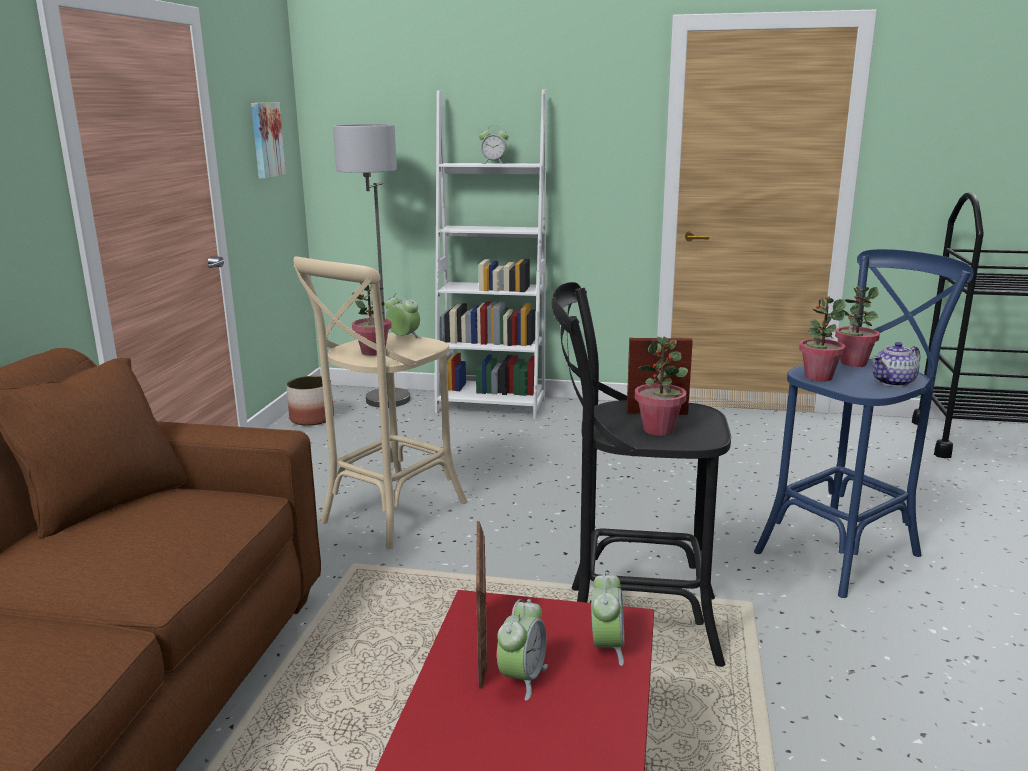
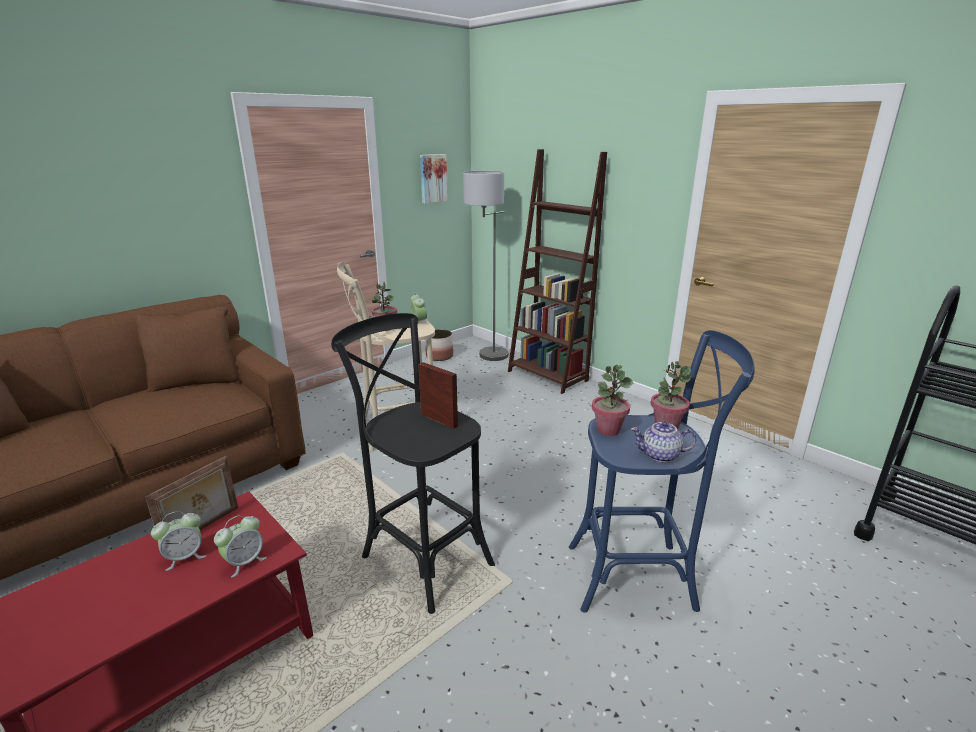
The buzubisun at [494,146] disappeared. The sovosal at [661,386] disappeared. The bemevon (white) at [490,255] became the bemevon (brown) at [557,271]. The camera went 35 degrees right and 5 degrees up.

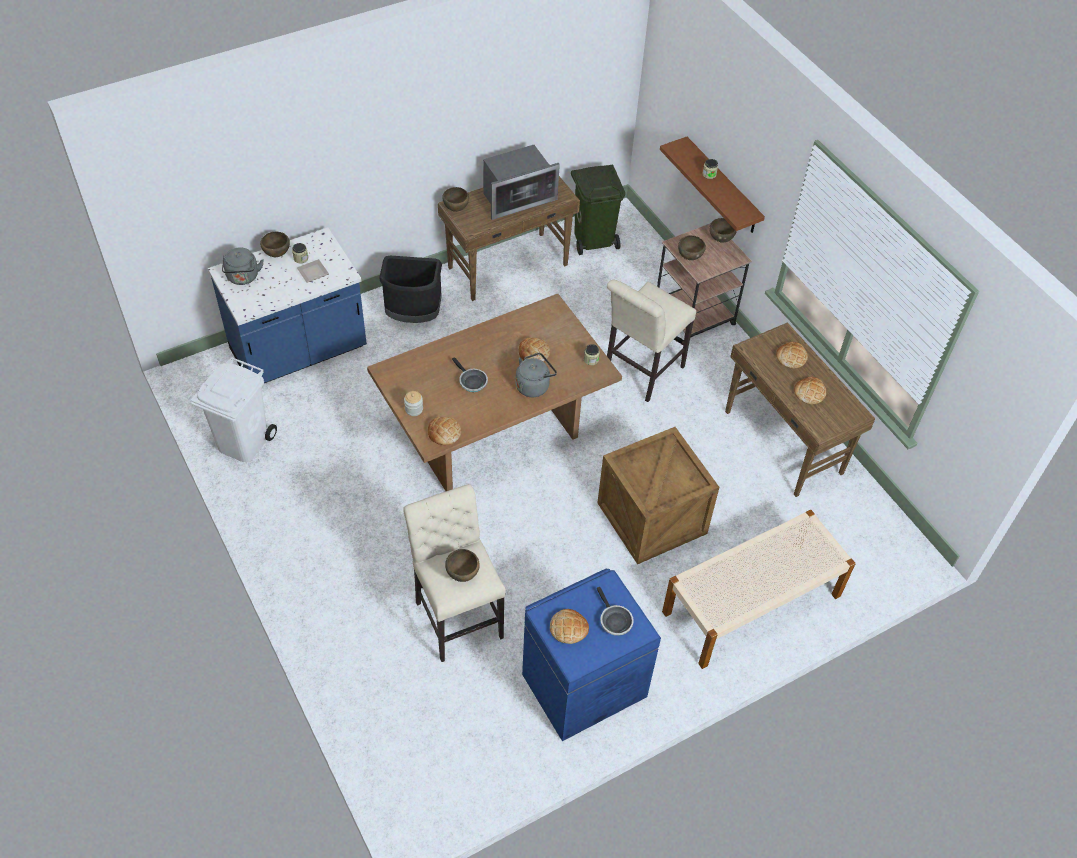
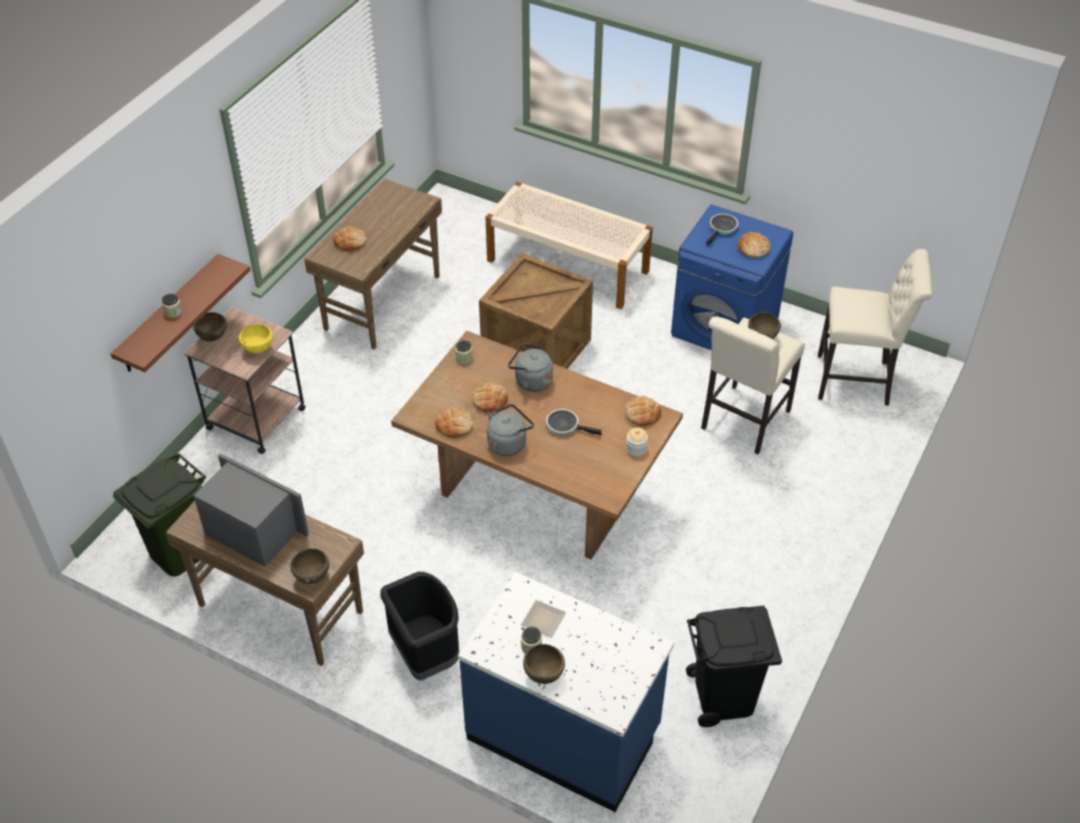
The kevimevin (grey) moved from [243,266] to [510,430]. The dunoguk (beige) moved from [651,341] to [875,327]. The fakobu moved from [810,390] to [454,423]. The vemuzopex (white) at [234,409] became the vemuzopex (black) at [734,666]. The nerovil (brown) at [692,247] became the nerovil (yellow) at [256,338]. The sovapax at [470,374] turned 90 degrees counterclockwise. The camera went 120 degrees left and 5 degrees down.

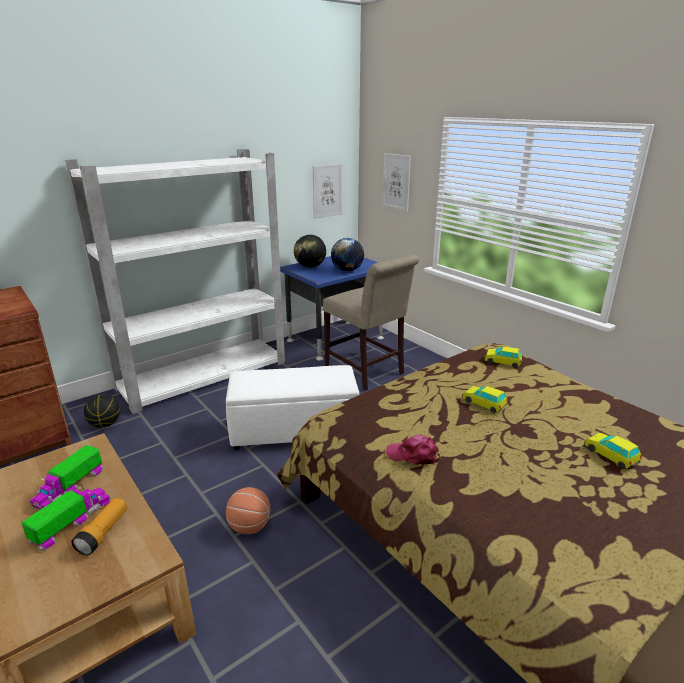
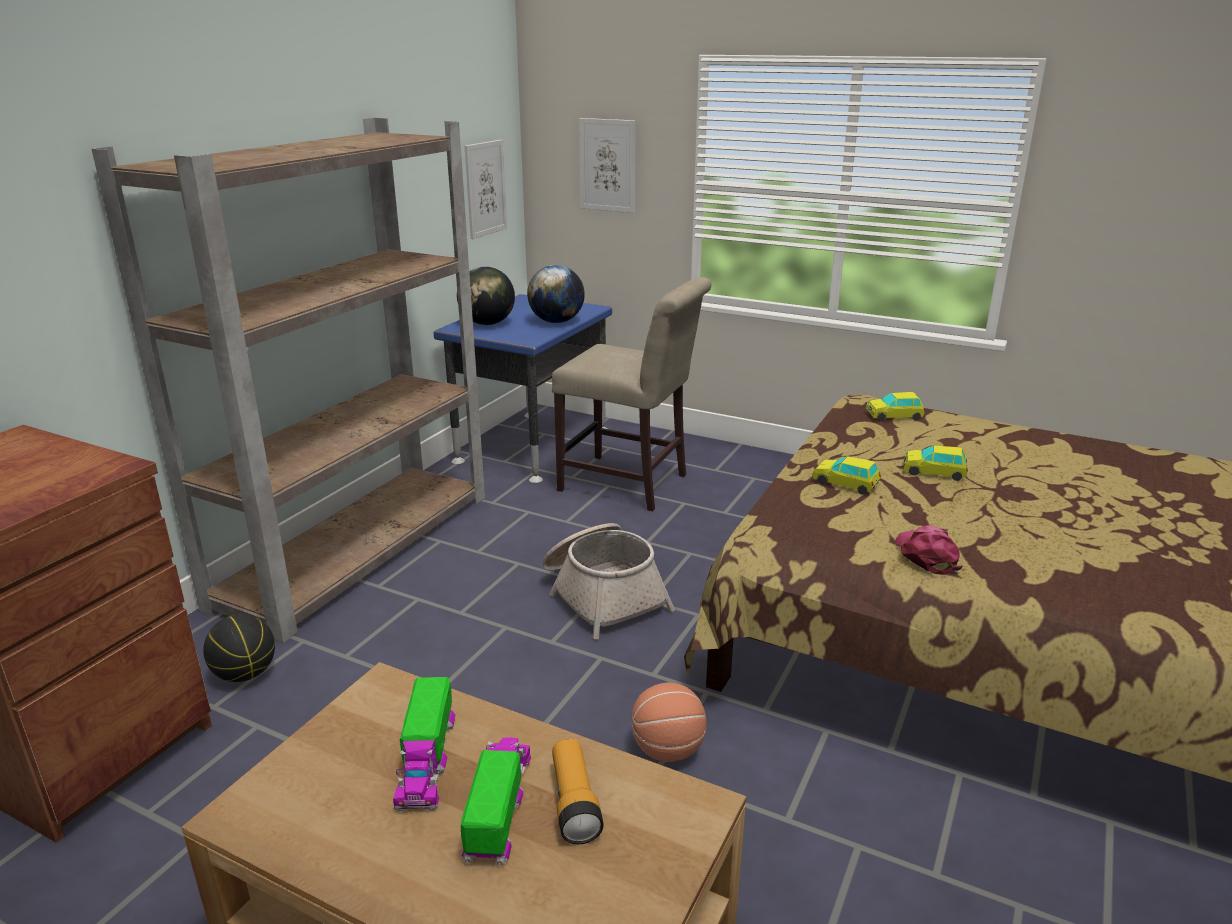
The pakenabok moved from [613,450] to [846,475]. The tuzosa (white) at [292,407] was replaced by the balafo at [609,581]. The bemevon (white) at [175,281] became the bemevon (brown) at [288,380]. The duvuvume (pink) at [413,449] turned 90 degrees clockwise. The camera went 25 degrees left and 0 degrees up.

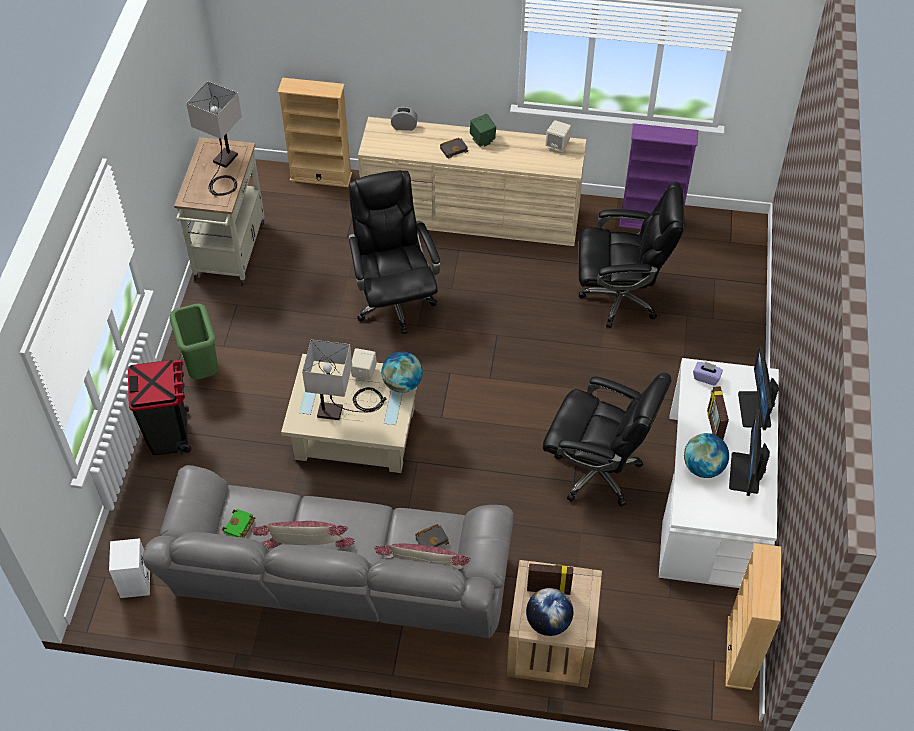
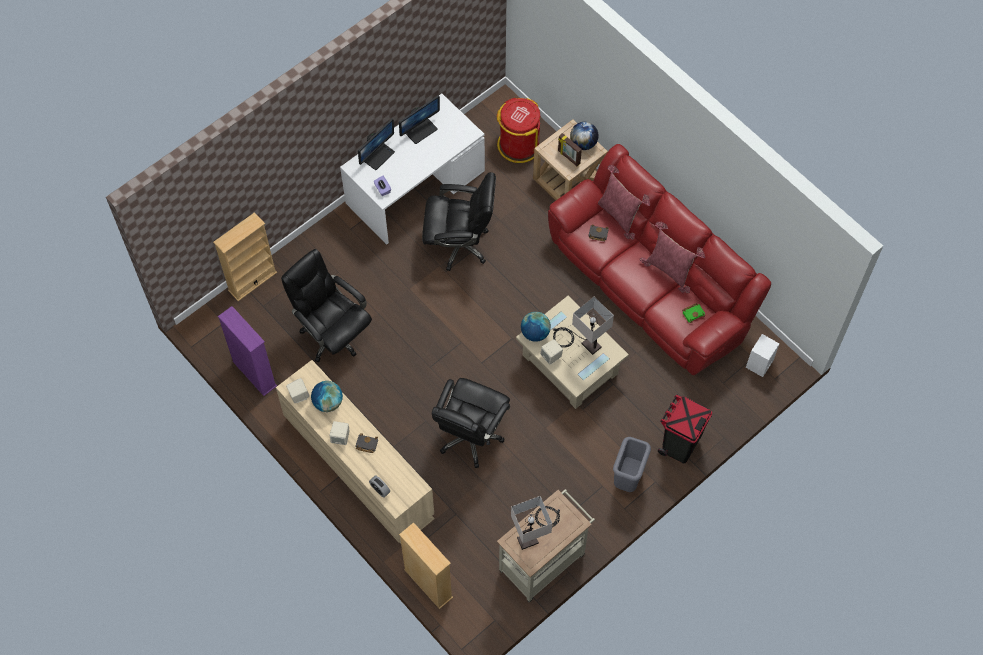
The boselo at [718,413] disappeared. The vemuzopex (red) at [518,130] appeared. The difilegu moved from [706,455] to [327,396]. The bemevon (beige) moved from [753,616] to [245,256]. The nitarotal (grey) at [328,551] became the nitarotal (red) at [659,259]. The vemuzopex (green) at [193,341] became the vemuzopex (grey) at [632,464]. The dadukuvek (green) at [483,130] became the dadukuvek (beige) at [339,433]. The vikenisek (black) at [607,439] turned 120 degrees clockwise. The camera went 140 degrees left and 10 degrees up.

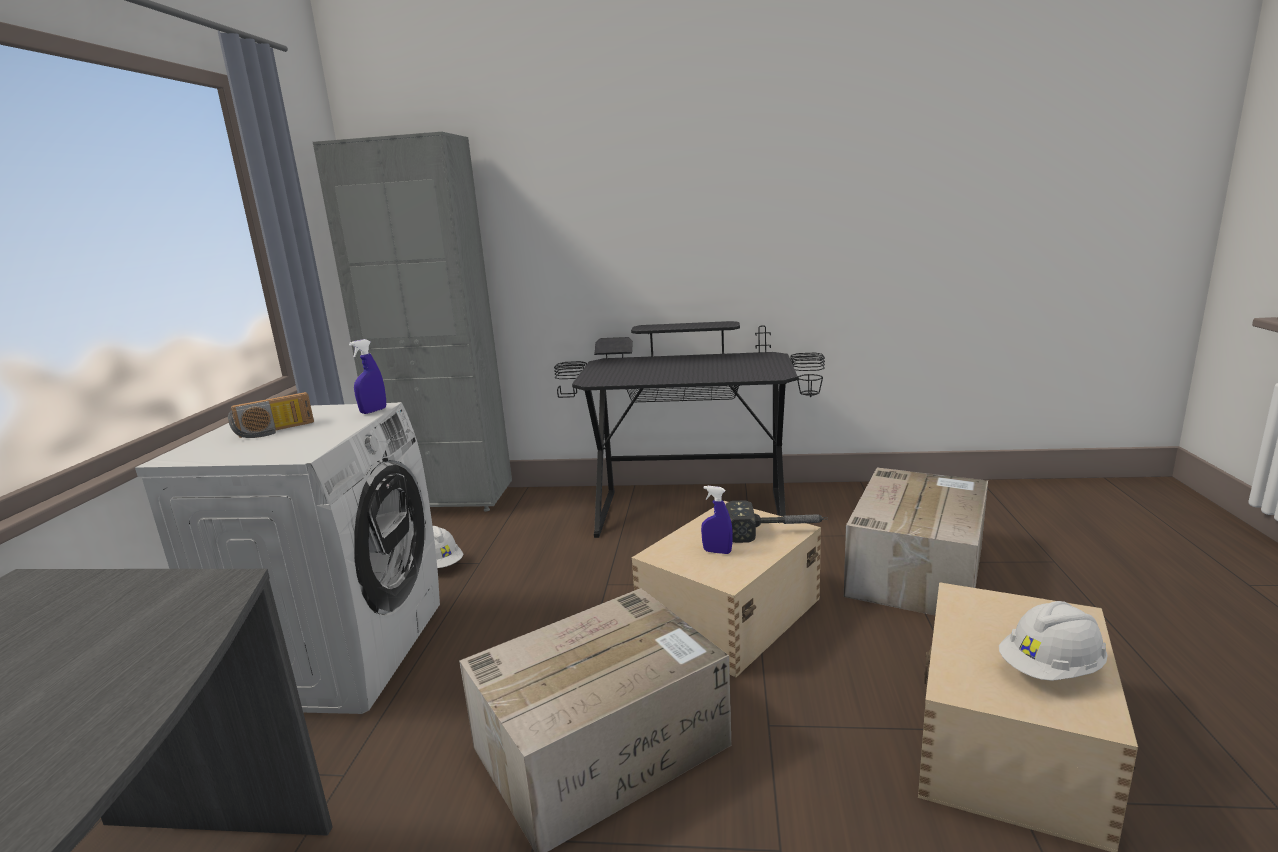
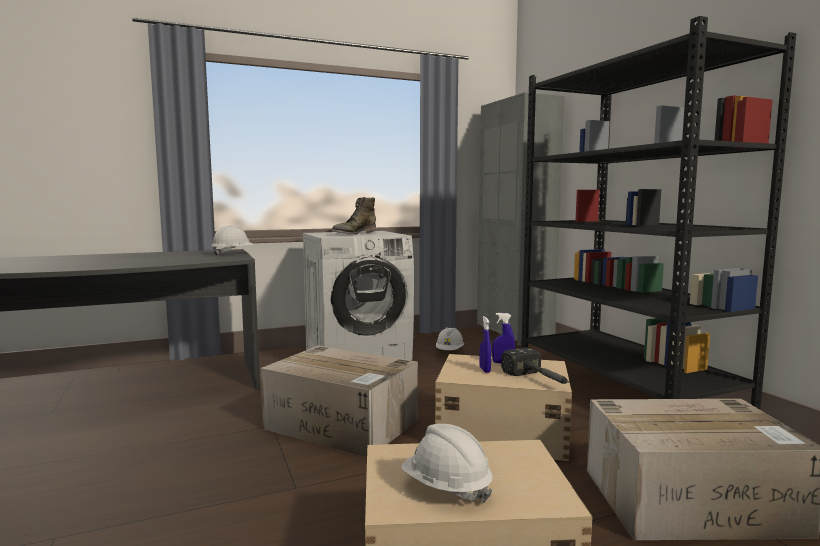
The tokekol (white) at [232,240] appeared. The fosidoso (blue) moved from [367,376] to [503,338]. The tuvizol at [271,415] was replaced by the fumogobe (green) at [353,216]. The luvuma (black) at [689,429] was replaced by the bemevon (black) at [658,212]. The camera went 60 degrees right and 10 degrees down.

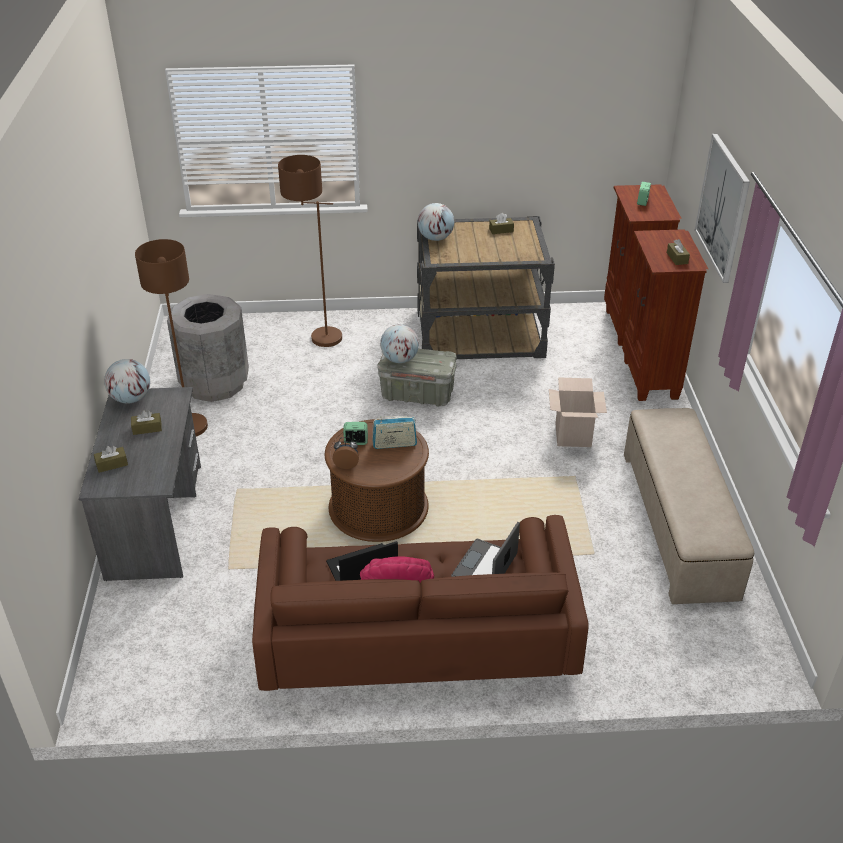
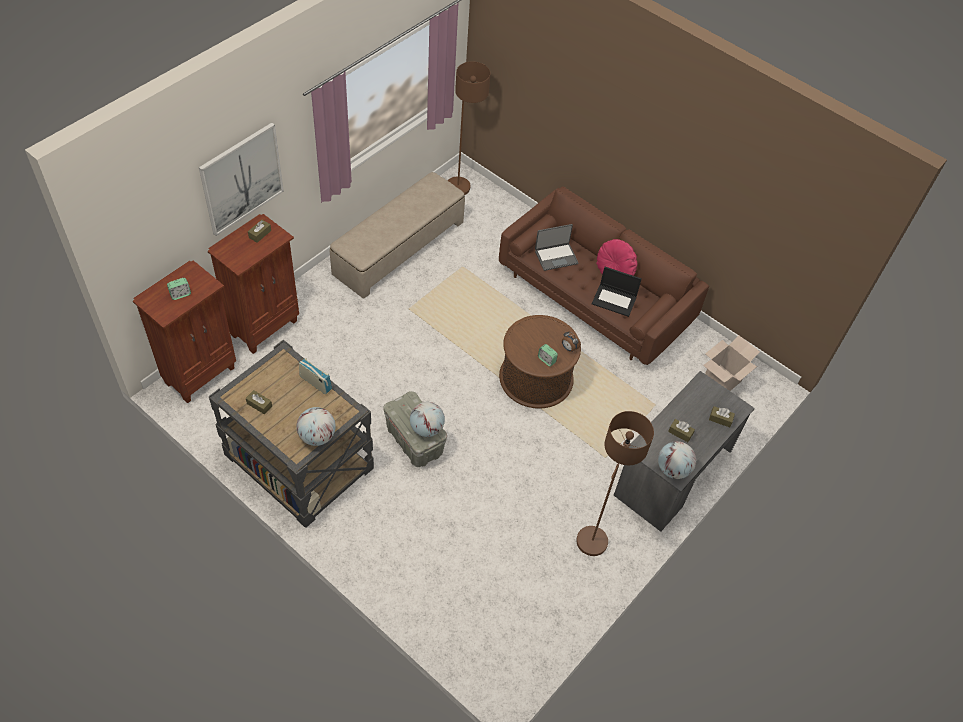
The vemuzopex (grey) at [208,348] disappeared. The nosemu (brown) moved from [310,251] to [469,128]. The tuvizol moved from [394,432] to [315,376]. The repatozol moved from [578,412] to [731,363]. The camera went 140 degrees left and 15 degrees up.

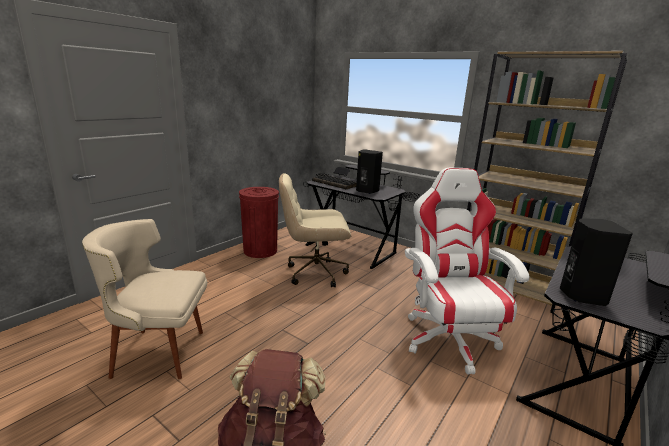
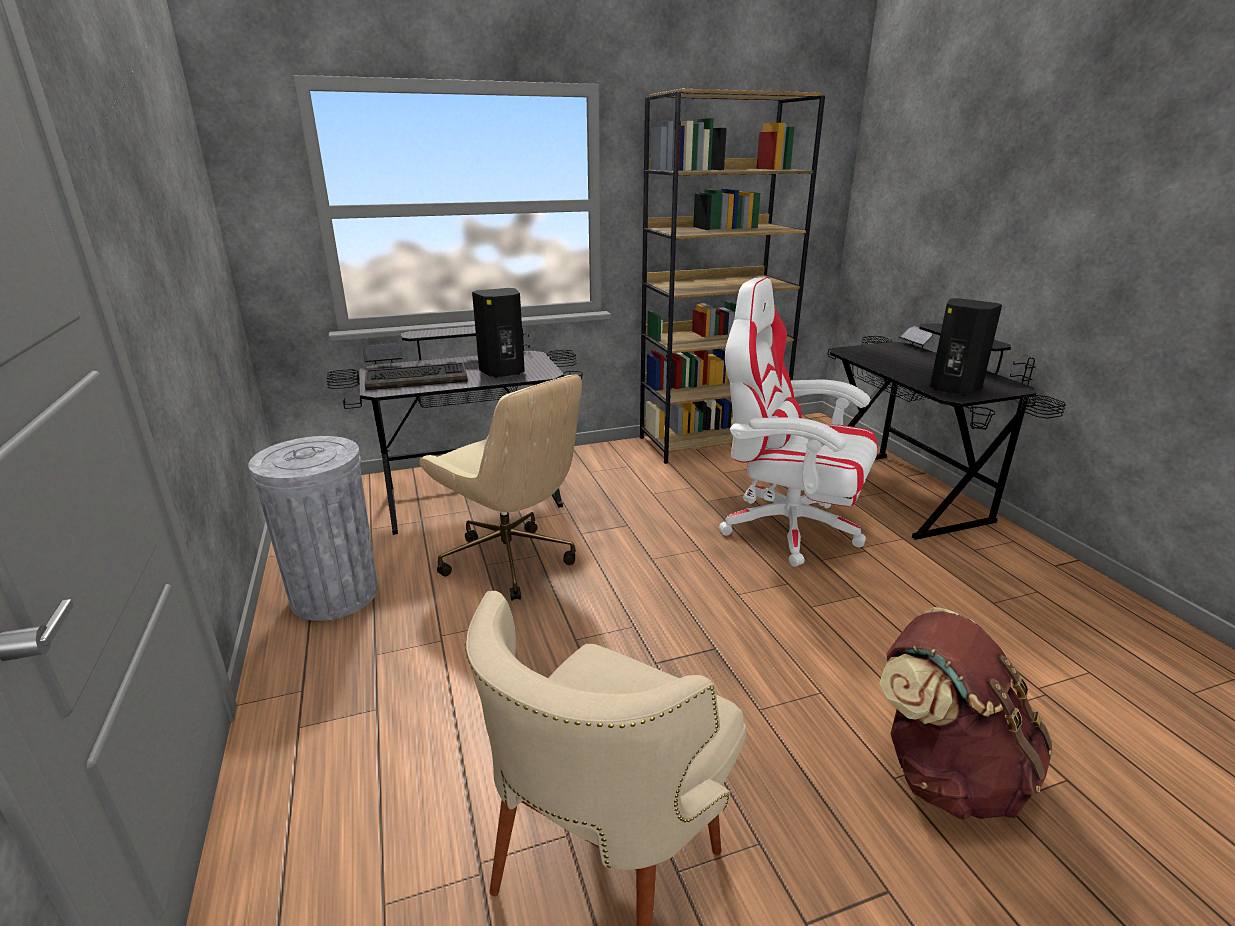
The vemuzopex (red) at [259,222] became the vemuzopex (grey) at [313,528]. The vikenisek (beige) at [315,230] turned 75 degrees counterclockwise. The camera went 55 degrees left and 5 degrees up.

